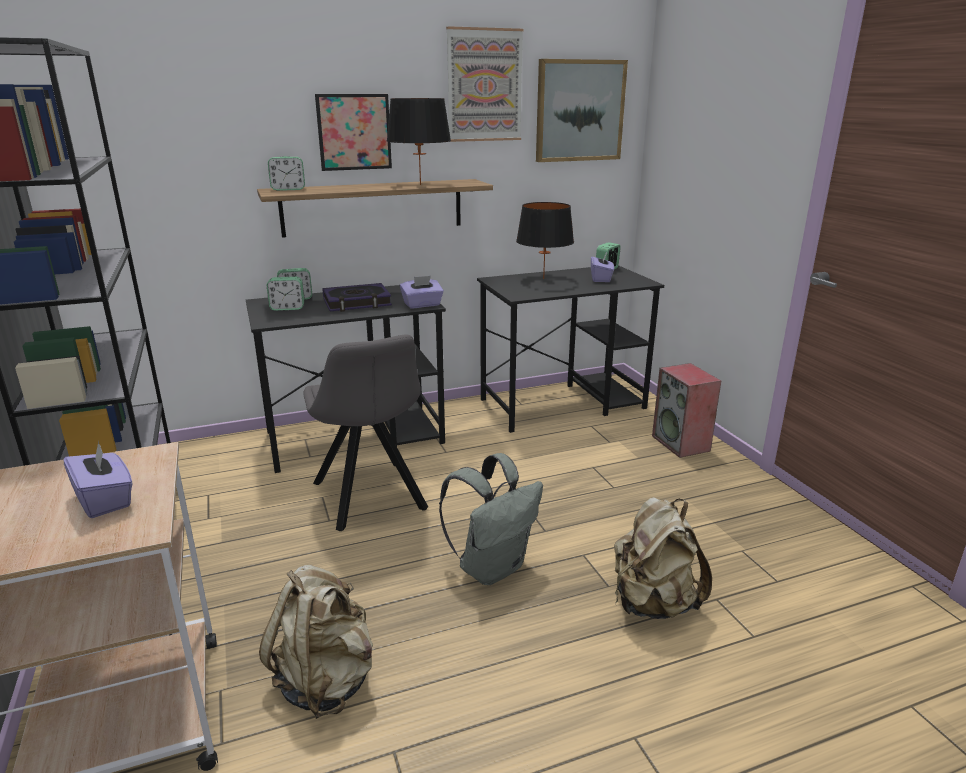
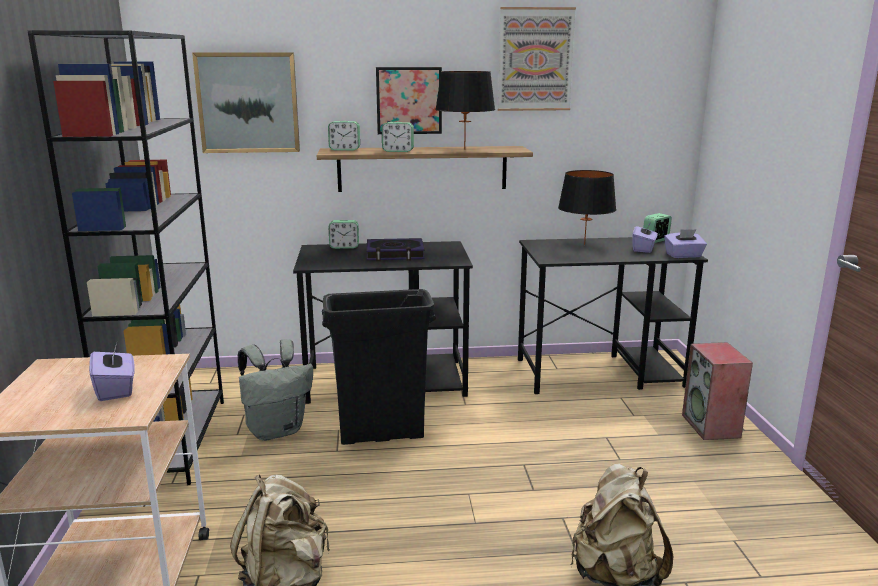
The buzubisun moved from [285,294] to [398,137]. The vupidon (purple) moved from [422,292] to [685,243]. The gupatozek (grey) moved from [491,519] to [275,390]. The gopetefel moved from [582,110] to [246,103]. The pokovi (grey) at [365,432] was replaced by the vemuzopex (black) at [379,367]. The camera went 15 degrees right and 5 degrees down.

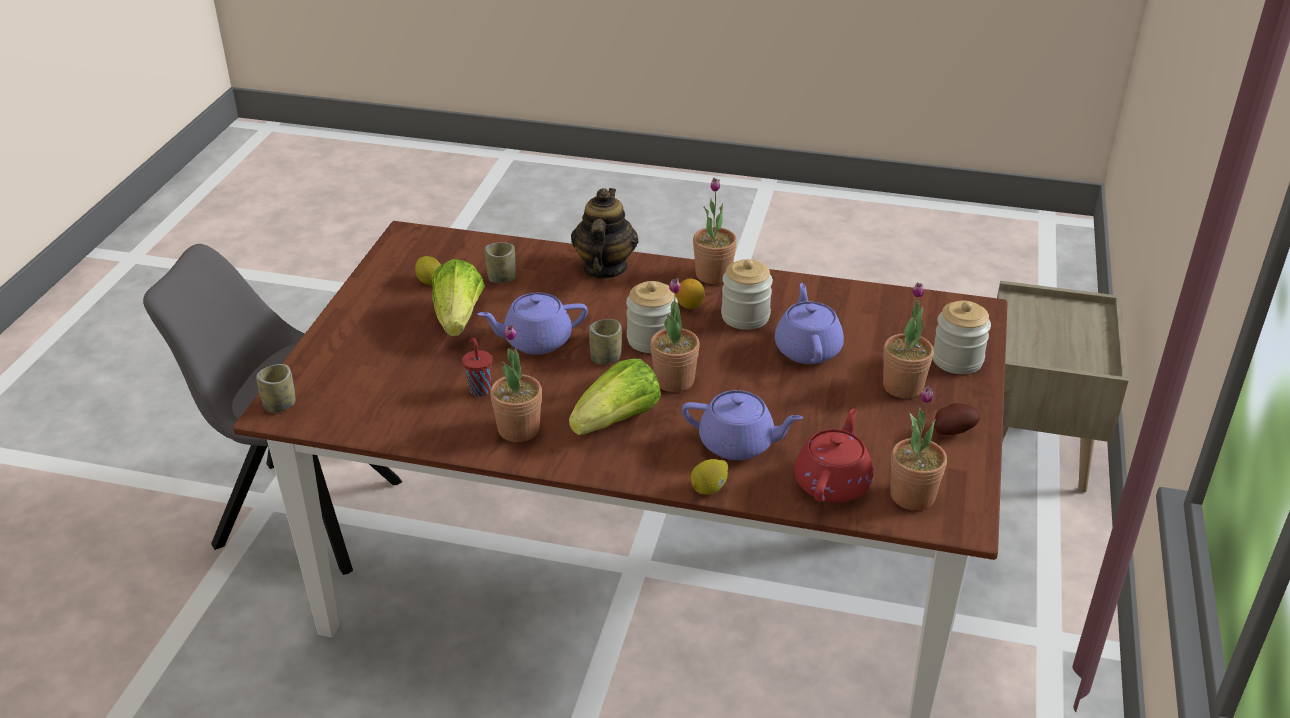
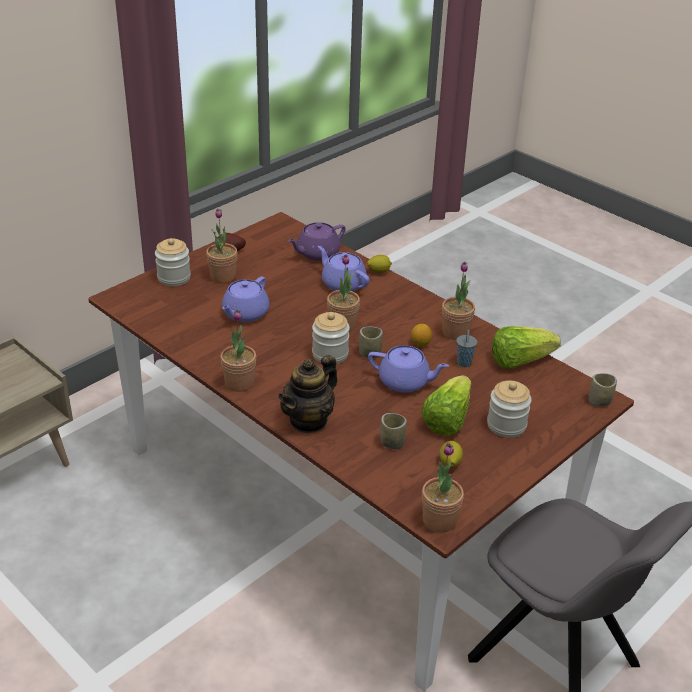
The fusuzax moved from [615,396] to [526,347]. The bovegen moved from [690,294] to [421,335]. The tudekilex moved from [747,294] to [509,409]. The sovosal moved from [918,448] to [443,488]. The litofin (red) at [477,367] became the litofin (grey) at [466,348]. The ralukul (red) at [833,455] became the ralukul (purple) at [317,241]. The camera went 150 degrees left and 0 degrees up.

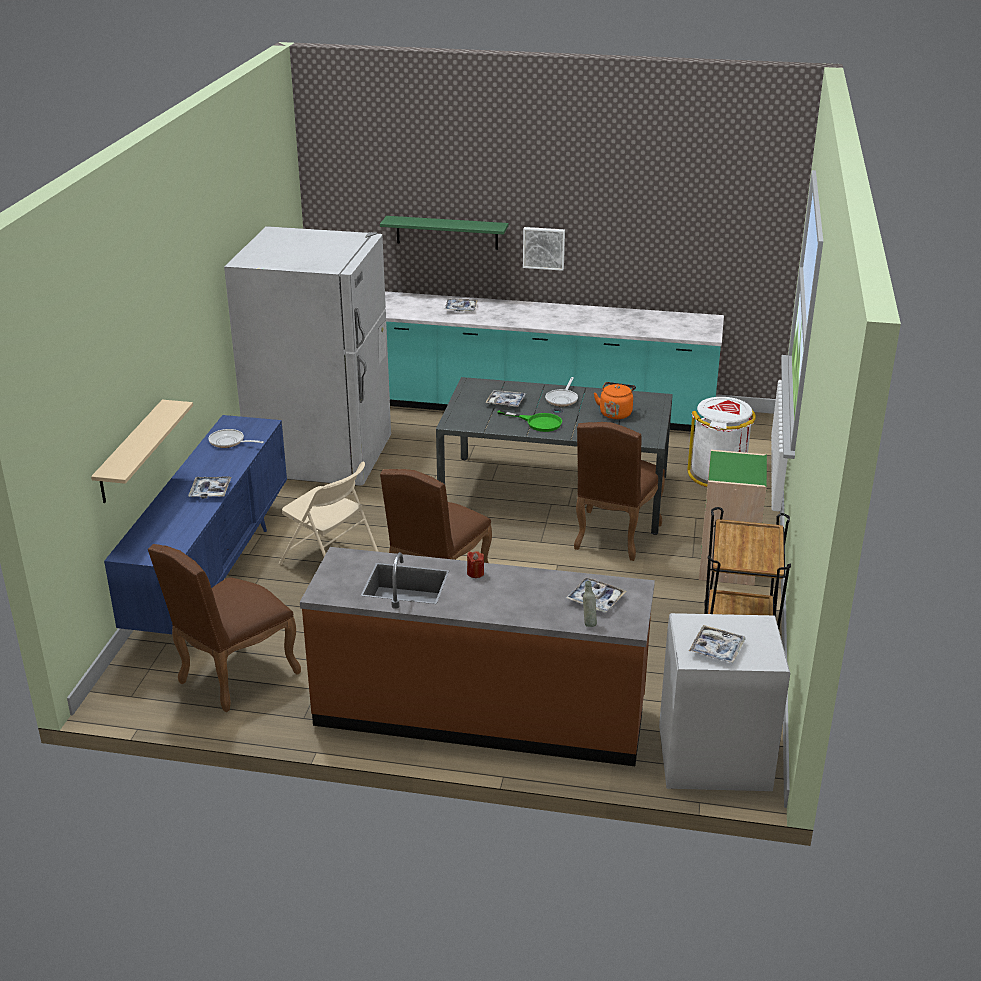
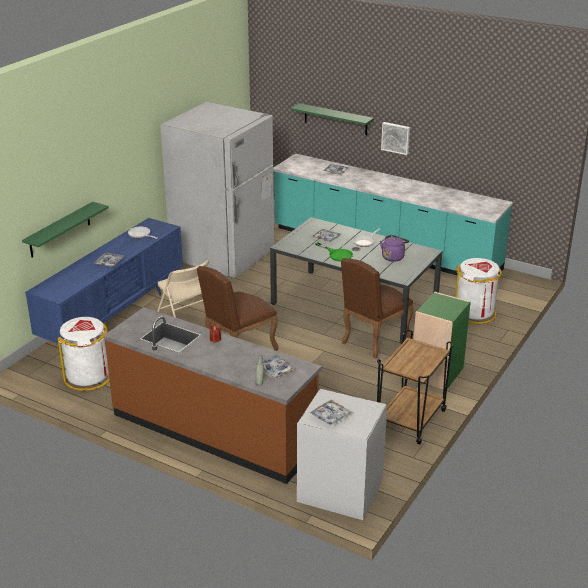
The pokovi (brown) at [224,628] was replaced by the vemuzopex (white) at [84,354]. The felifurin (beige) at [142,451] became the felifurin (green) at [65,230]. The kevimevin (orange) at [615,400] became the kevimevin (purple) at [394,248]. The camera went 20 degrees right and 0 degrees up.

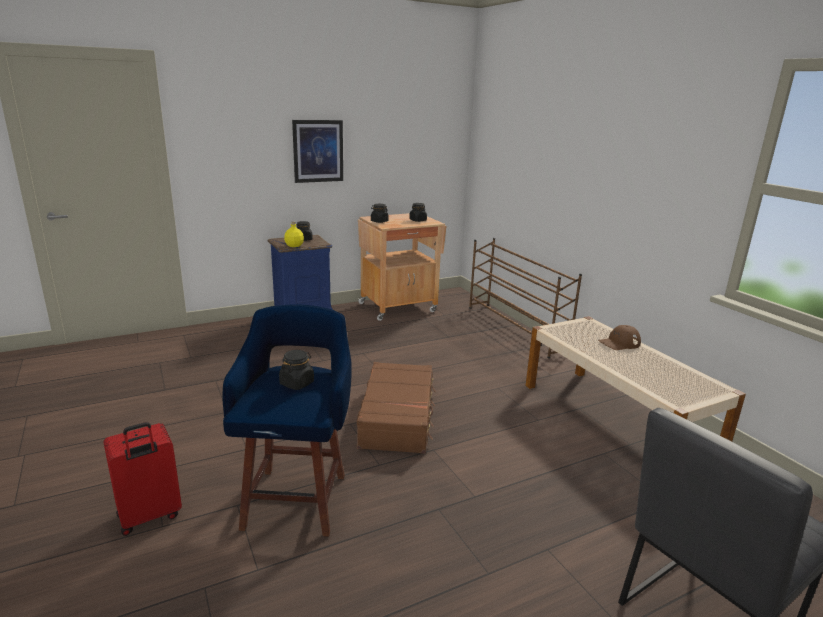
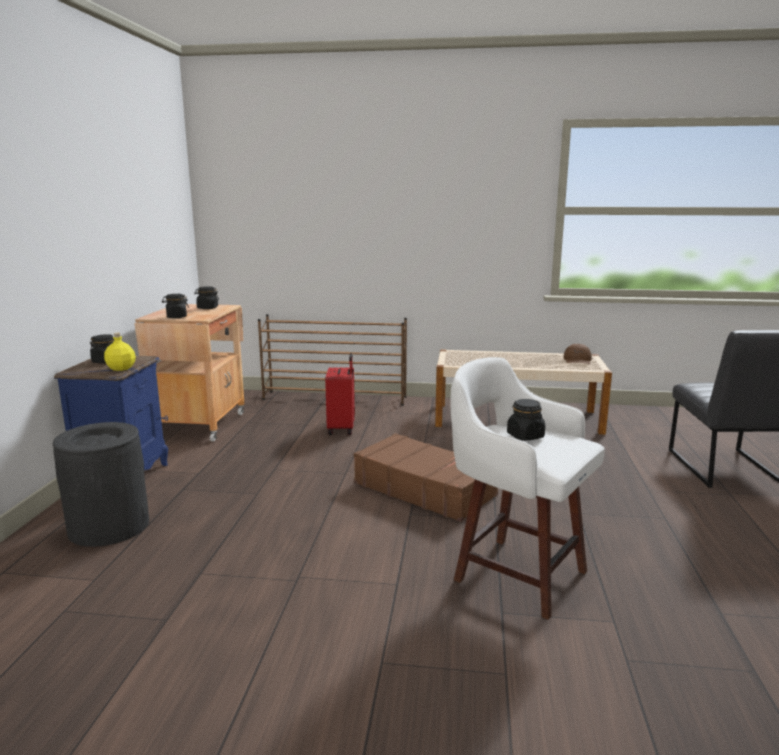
The gopetefel at [317,151] disappeared. The vemuzopex (black) at [101,484] appeared. The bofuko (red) moved from [142,479] to [340,394]. The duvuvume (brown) moved from [619,337] to [578,354]. The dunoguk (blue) at [287,420] became the dunoguk (white) at [527,488]. The camera went 55 degrees left and 5 degrees down.

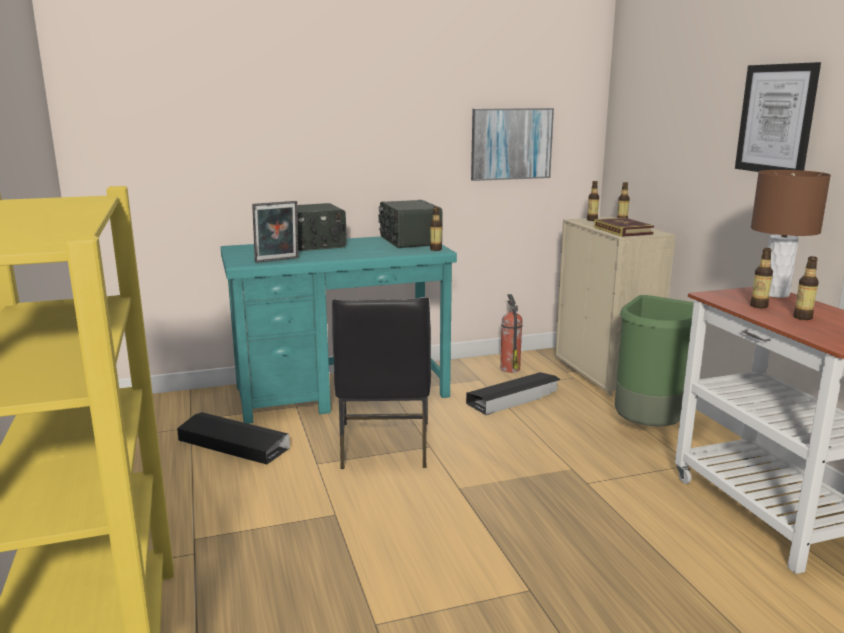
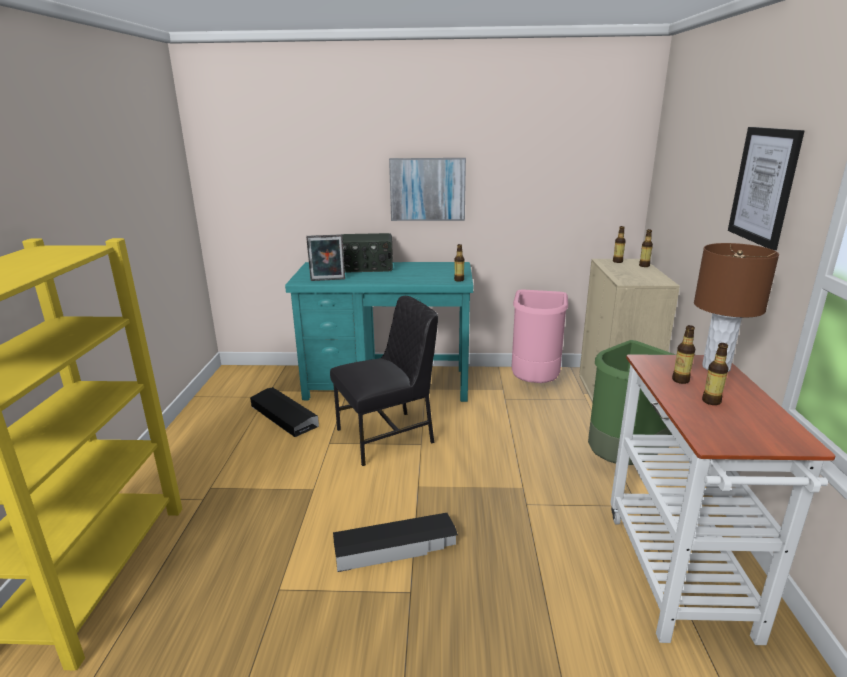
The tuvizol at [411,224] disappeared. The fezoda at [624,227] disappeared. The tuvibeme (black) moved from [513,393] to [395,542]. The gopetefel moved from [512,144] to [427,189]. The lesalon at [511,333] was replaced by the vemuzopex (pink) at [540,336]. The pokovi (black) at [381,383] turned 135 degrees counterclockwise. The camera went 20 degrees right and 5 degrees up.

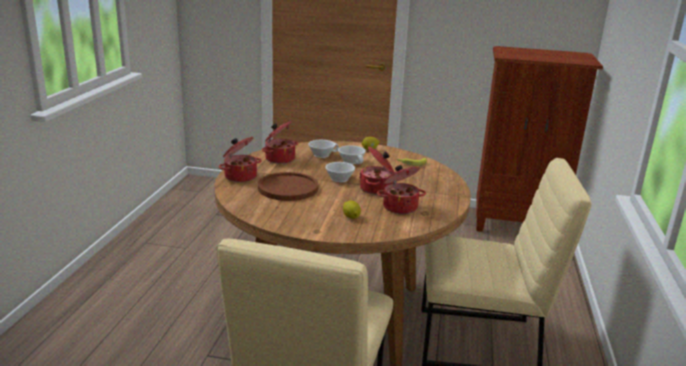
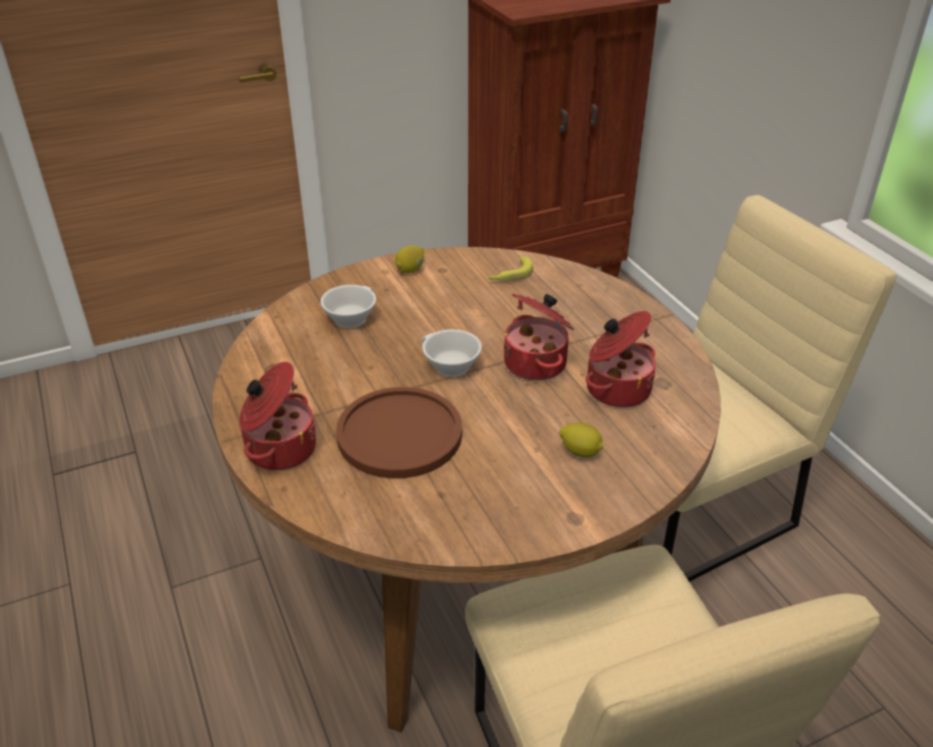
The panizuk at [280,142] disappeared. The litofin (white) at [352,154] disappeared. The camera went 35 degrees left and 15 degrees up.

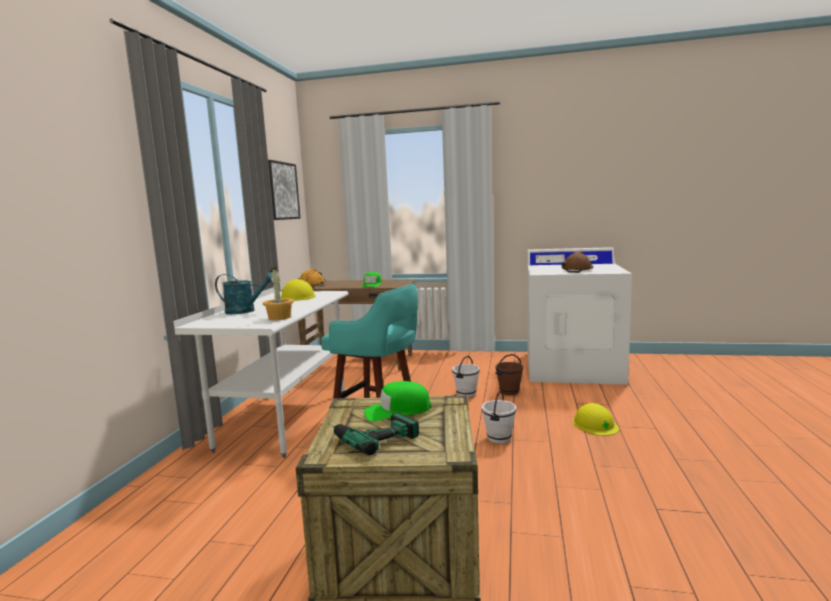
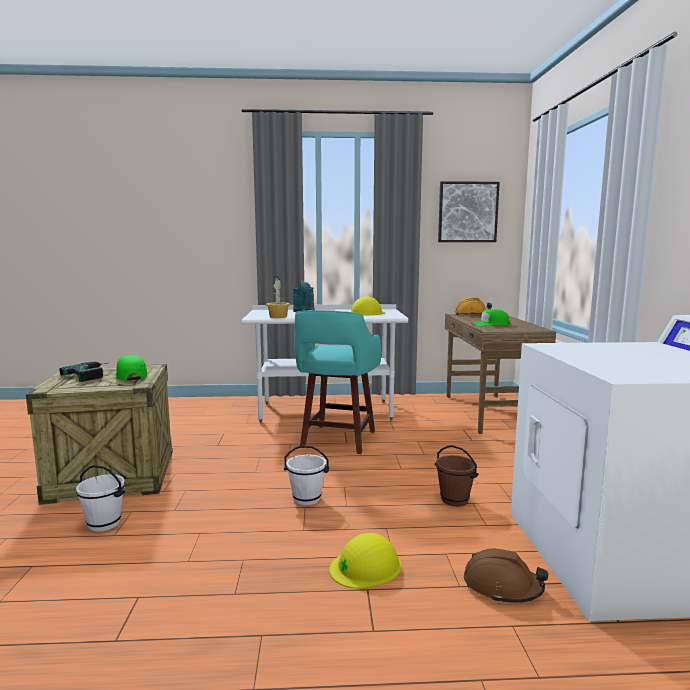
The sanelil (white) moved from [466,376] to [100,498]. The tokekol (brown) moved from [577,262] to [506,576]. The camera went 75 degrees right and 0 degrees up.

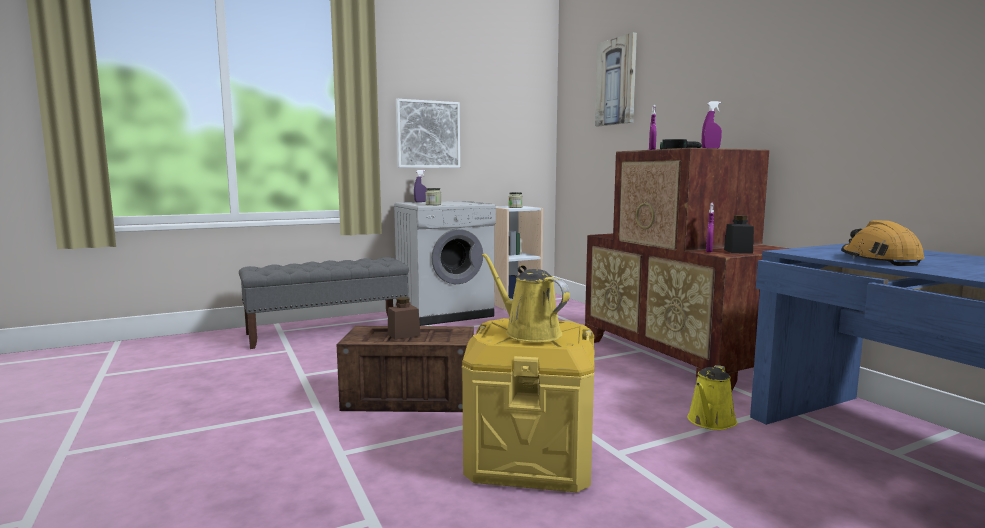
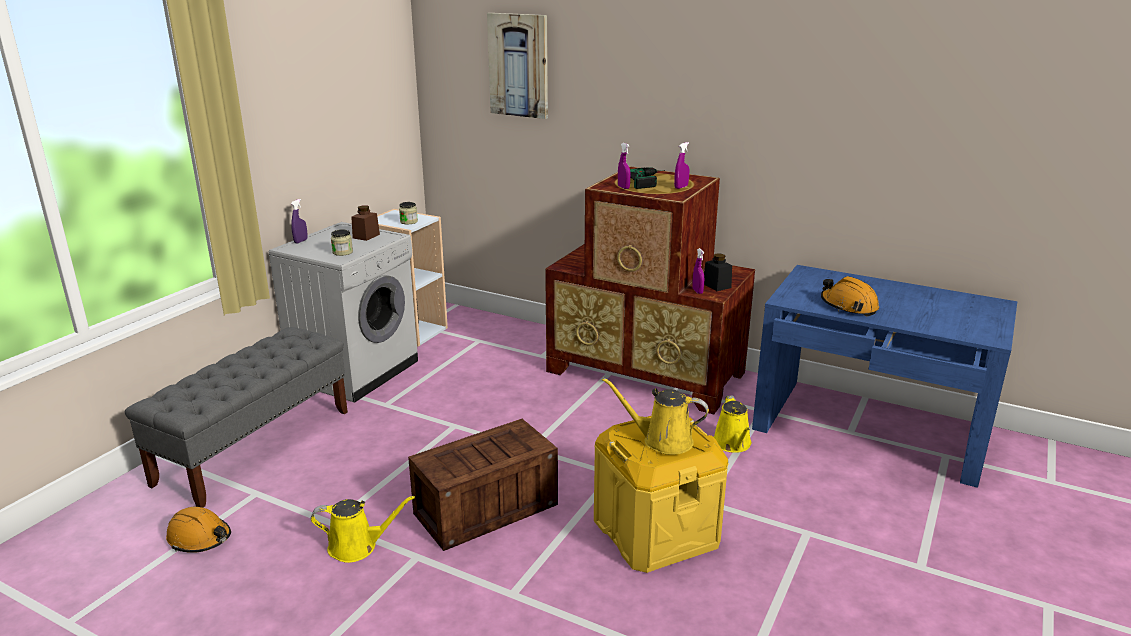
The gopetefel at [428,133] disappeared. The tokekol (orange) at [198,530] appeared. The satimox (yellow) at [363,529] appeared. The tudekilex (brown) moved from [404,318] to [365,223]. The camera went 35 degrees left and 15 degrees up.

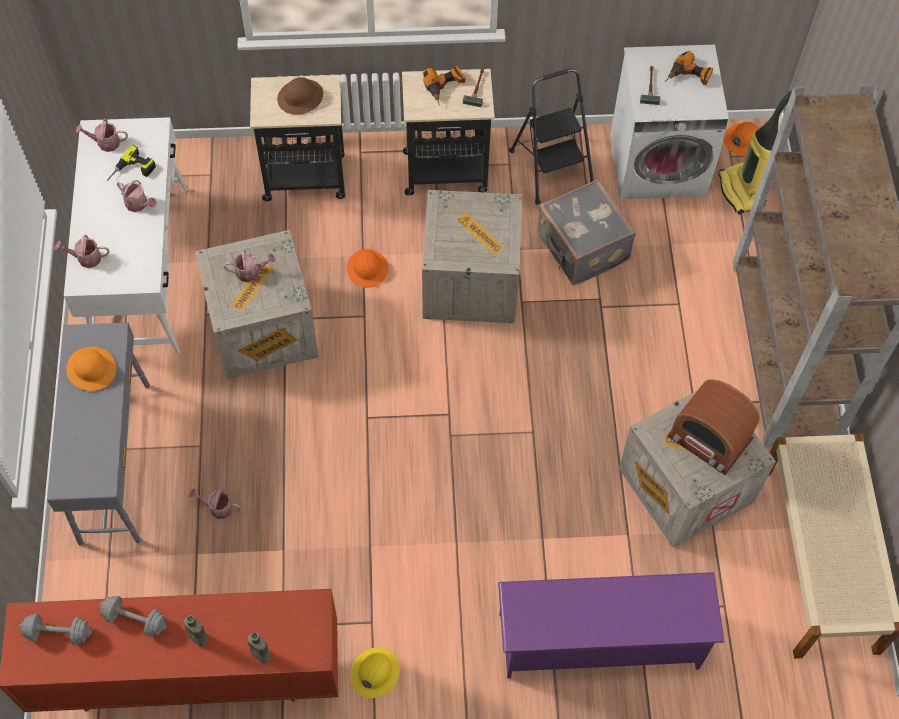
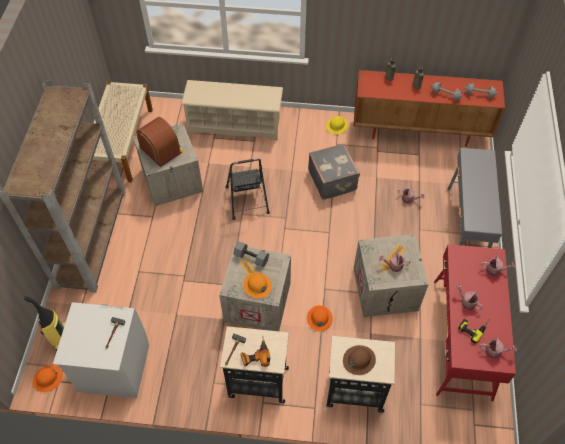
The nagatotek at [689,68] disappeared. The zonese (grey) at [251,254] appeared. The tokekol (orange) moved from [91,369] to [257,286]. The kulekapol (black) moved from [551,137] to [247,189]. The bofuko (grey) moved from [586,232] to [334,171]. The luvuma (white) at [126,235] became the luvuma (red) at [475,323]. The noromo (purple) at [611,625] became the noromo (beige) at [232,110]. The camera went 170 degrees left and 5 degrees down.

